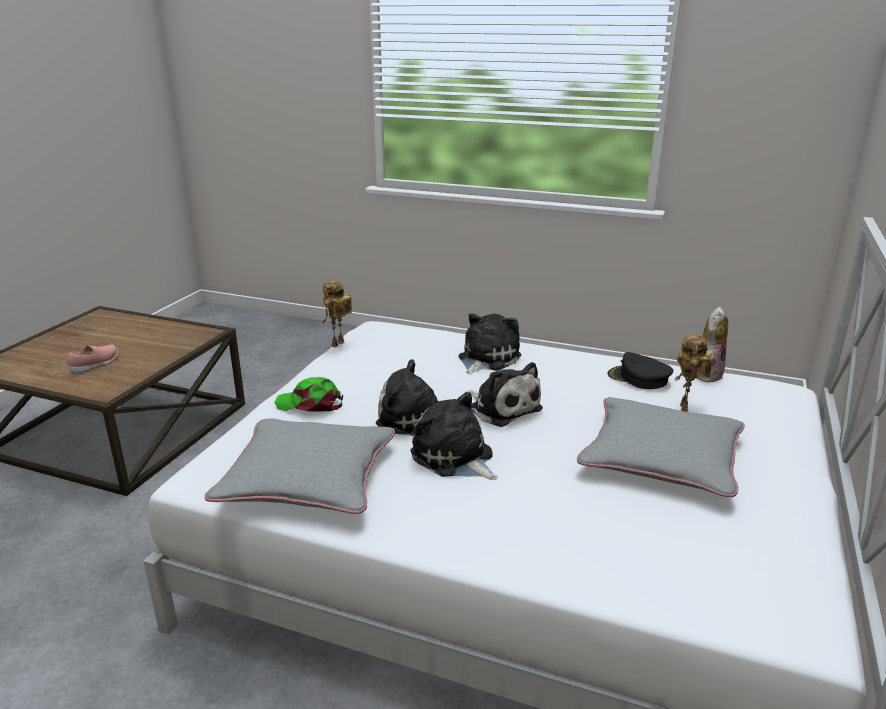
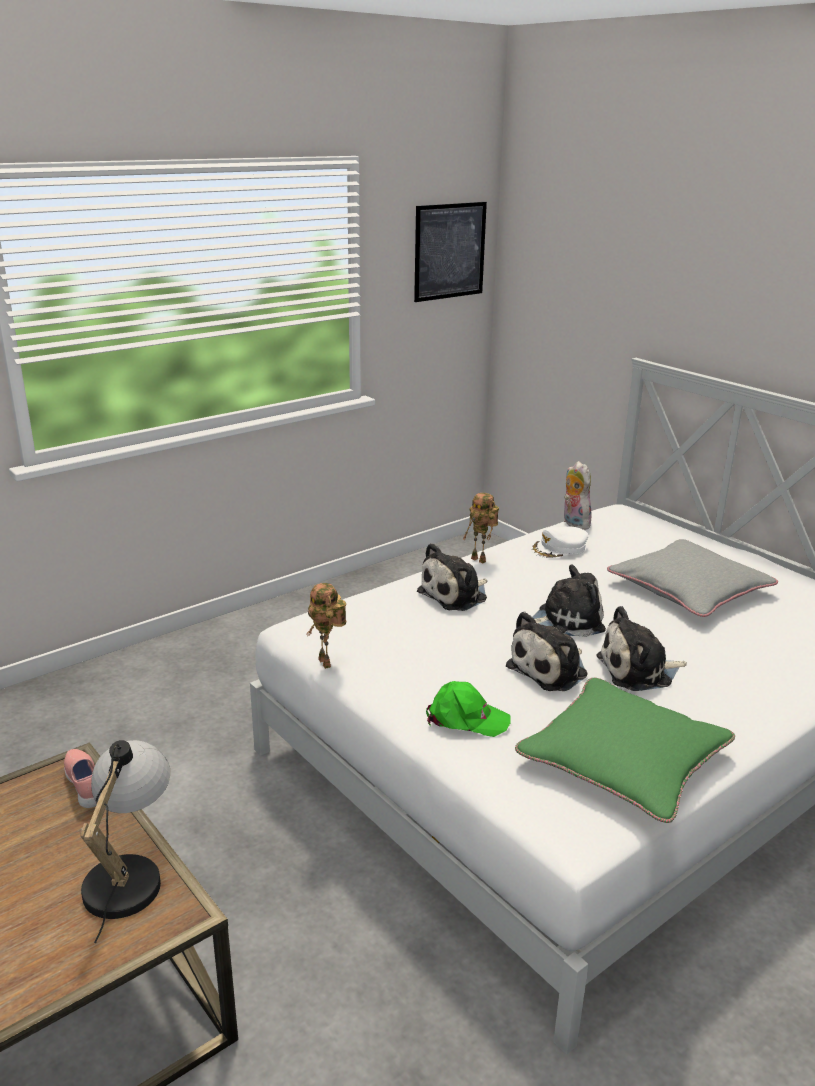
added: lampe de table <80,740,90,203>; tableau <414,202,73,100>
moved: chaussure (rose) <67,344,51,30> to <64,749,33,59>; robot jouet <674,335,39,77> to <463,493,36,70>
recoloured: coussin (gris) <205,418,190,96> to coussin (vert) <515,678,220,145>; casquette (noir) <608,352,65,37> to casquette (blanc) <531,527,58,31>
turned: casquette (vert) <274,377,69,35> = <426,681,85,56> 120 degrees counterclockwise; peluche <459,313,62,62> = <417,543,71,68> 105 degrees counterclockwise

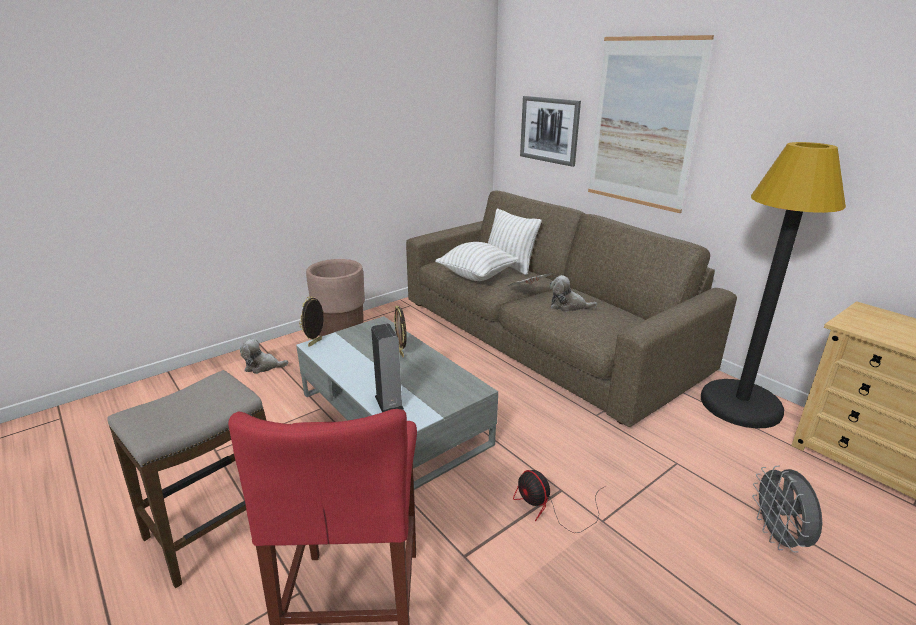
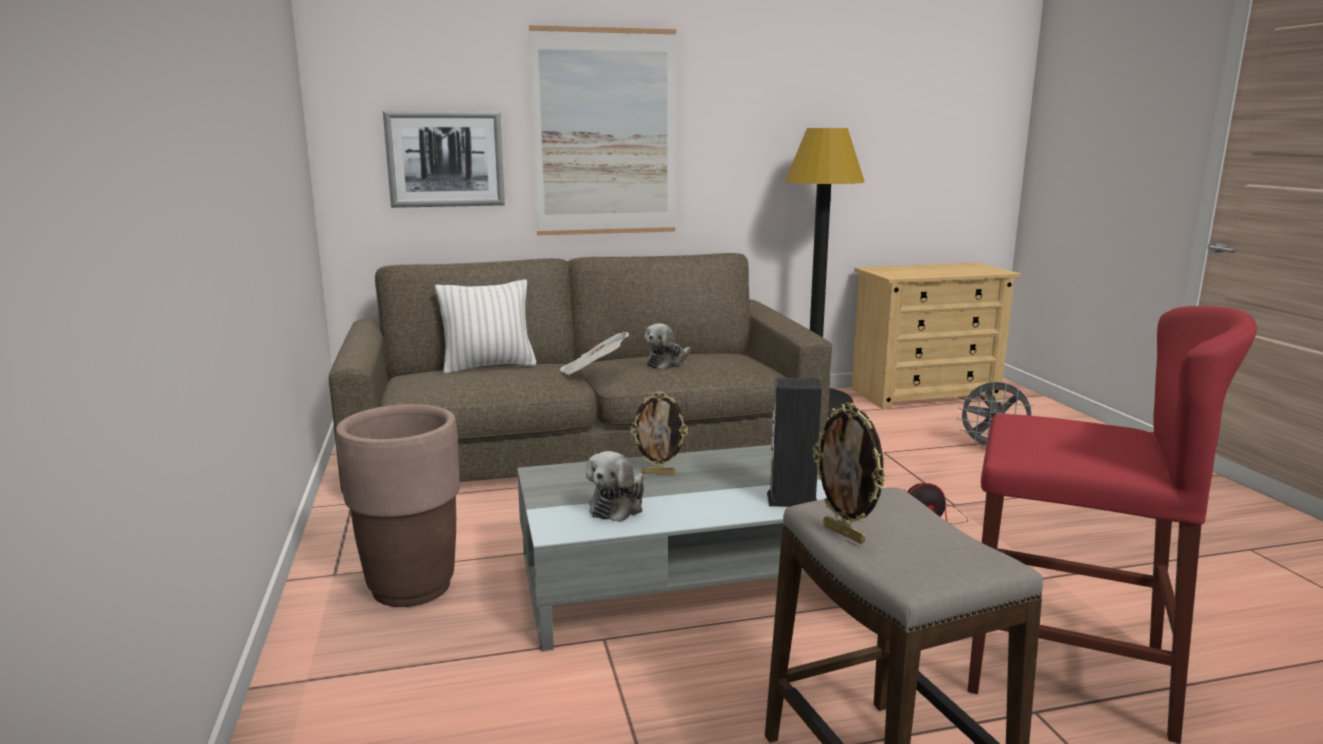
removed: coussin (blanc) <435,242,84,39>
moved: peluche <240,339,48,35> to <586,451,58,71>; cadre photo <299,296,25,51> to <813,402,73,142>

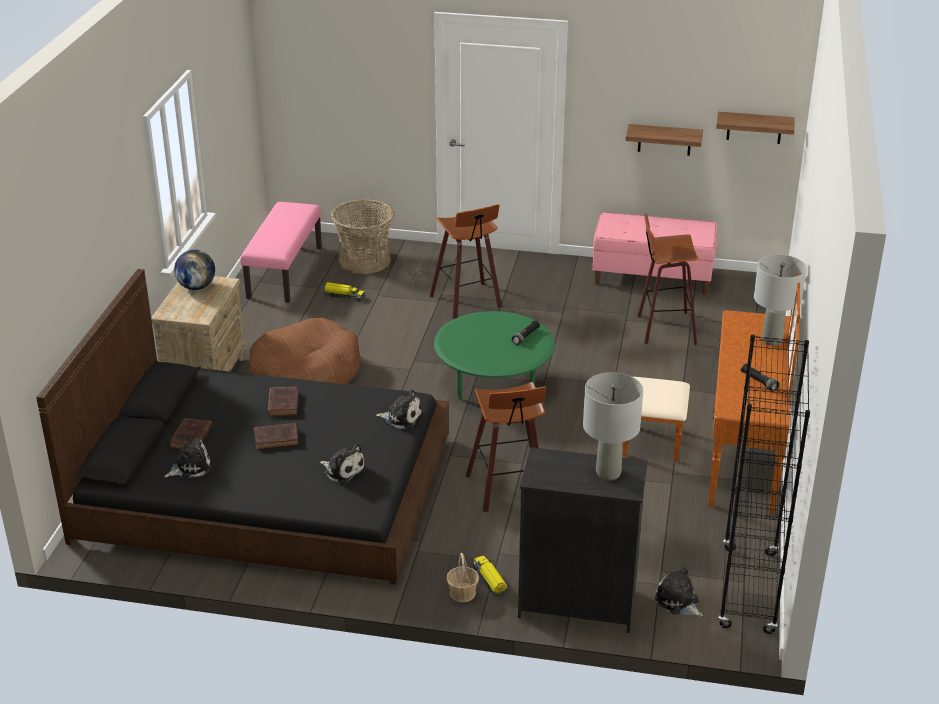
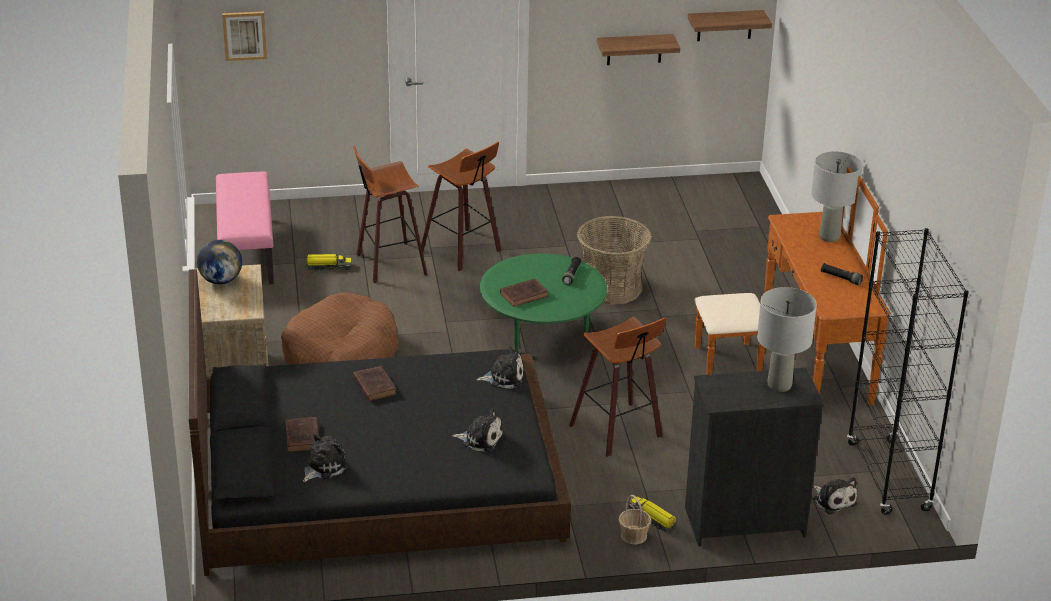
removed: banc (rose) <593,212,124,83>
added: tableau <222,11,45,50>
moved: livre (marron) <254,423,44,26> to <500,279,48,28>; panier <331,199,64,75> to <577,216,75,89>; tabouret <637,213,62,132> to <353,146,75,137>
turned: peluche <654,567,49,50> = <813,477,44,38> 150 degrees counterclockwise

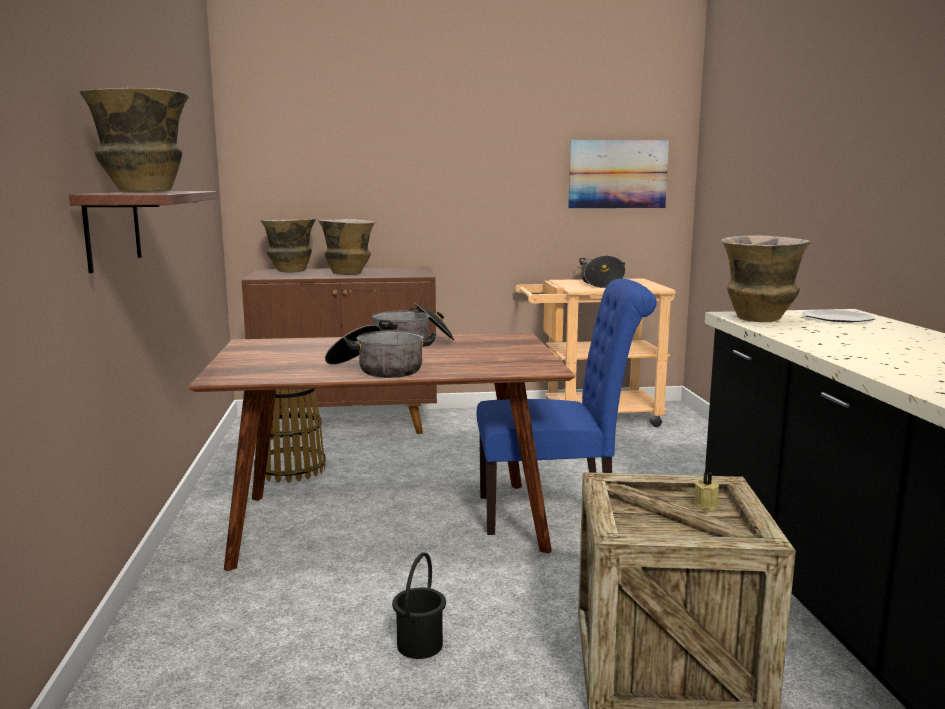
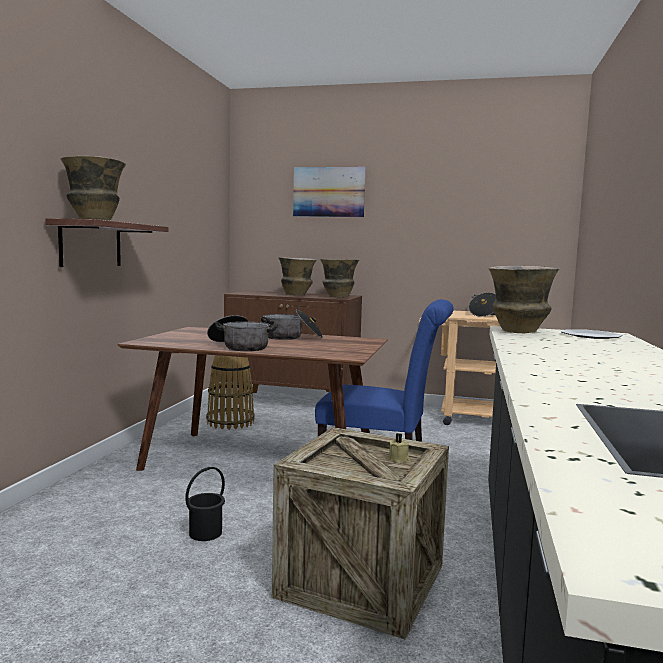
moved: vase <261,219,55,53> to <320,259,39,38>; tableau <568,140,101,69> to <293,167,73,50>

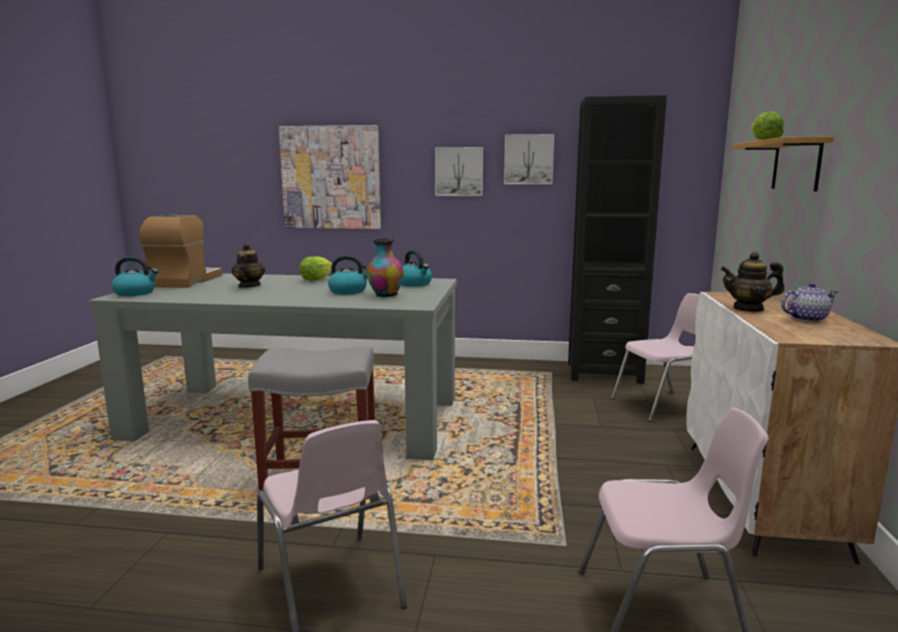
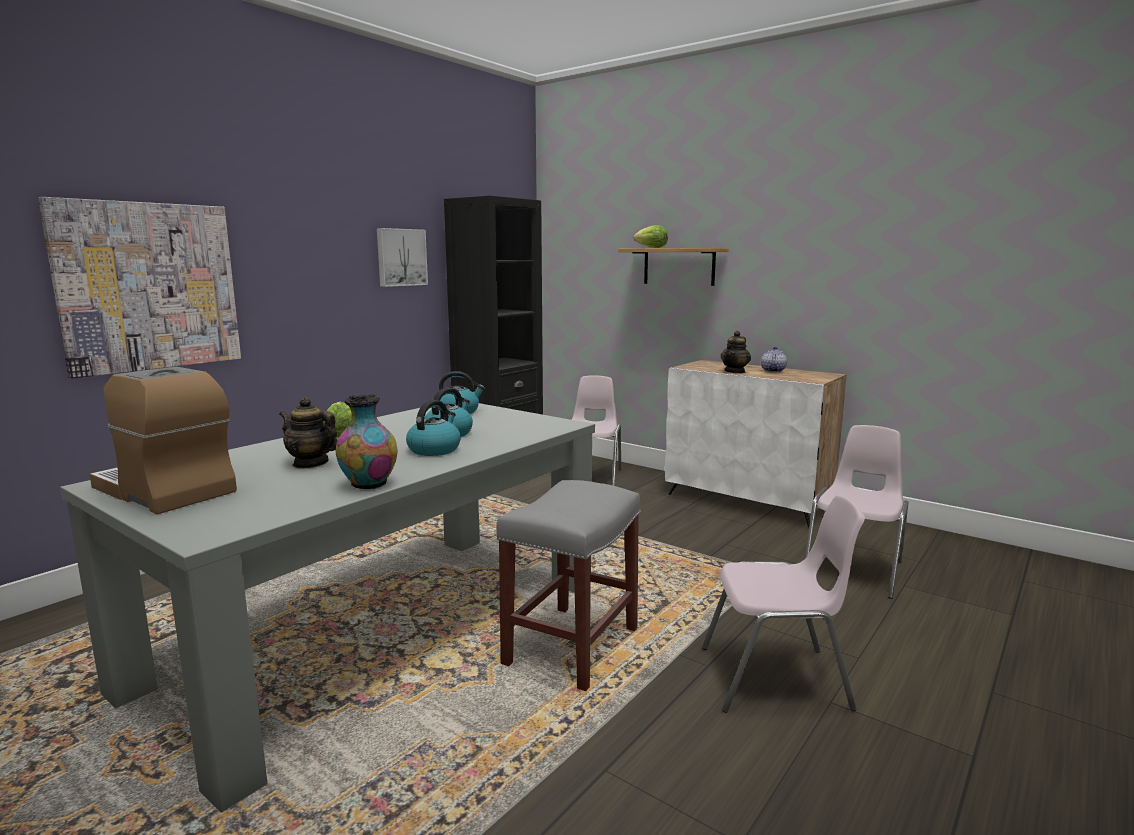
removed: tableau <435,147,48,49>
moved: bouilloire <112,256,46,40> to <406,400,55,56>; vase <367,238,37,59> to <336,394,61,95>

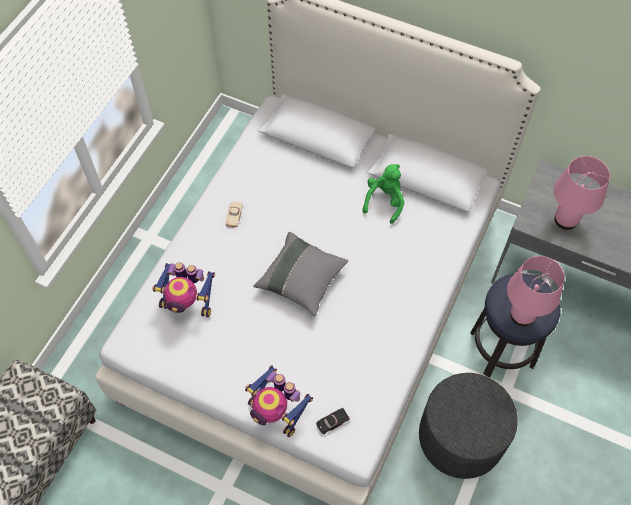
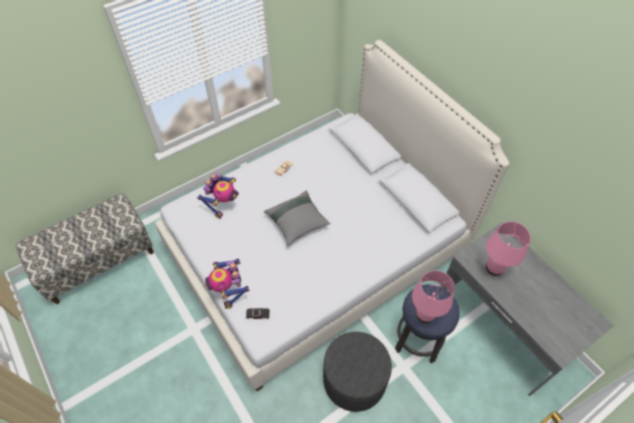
removed: peluche (vert) <362,164,42,60>
turned: robot jouet <152,262,63,55> = <197,173,42,46> 105 degrees counterclockwise

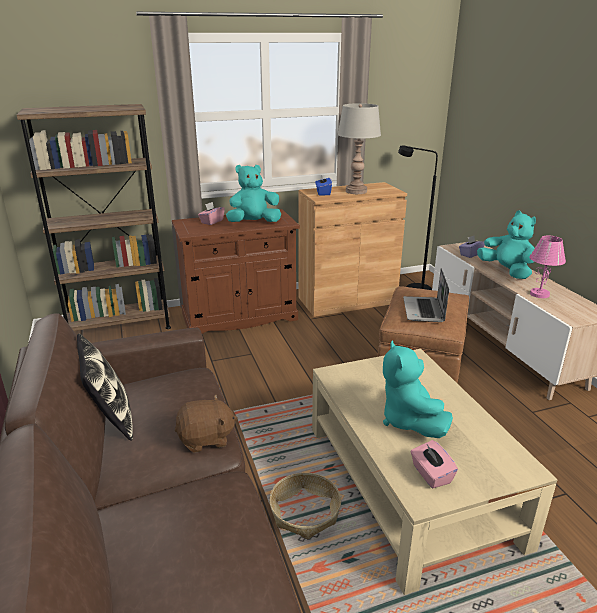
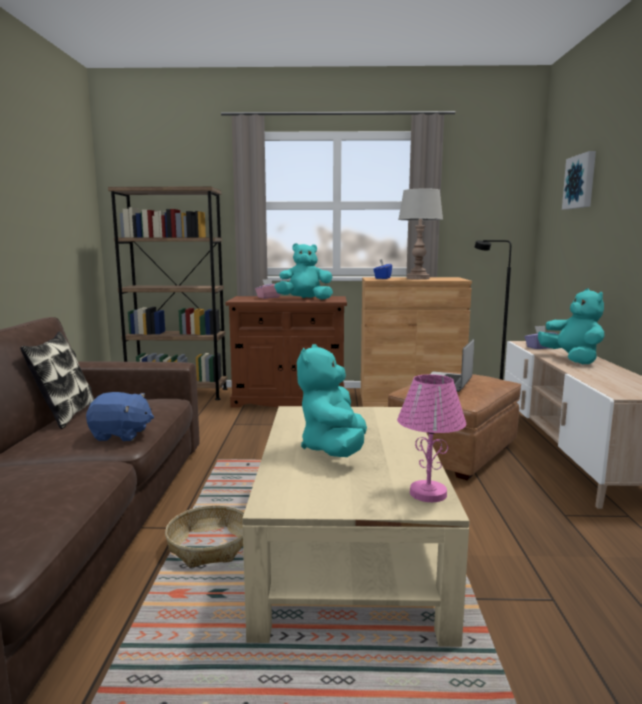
removed: boîte à mouchoirs (rose) <410,440,48,48>
added: tableau <562,151,34,59>
moved: lampe de table (rose) <529,236,37,62> to <397,374,69,128>
recoloured: peluche (marron) <175,395,63,58> to peluche (bleu) <86,392,68,49>

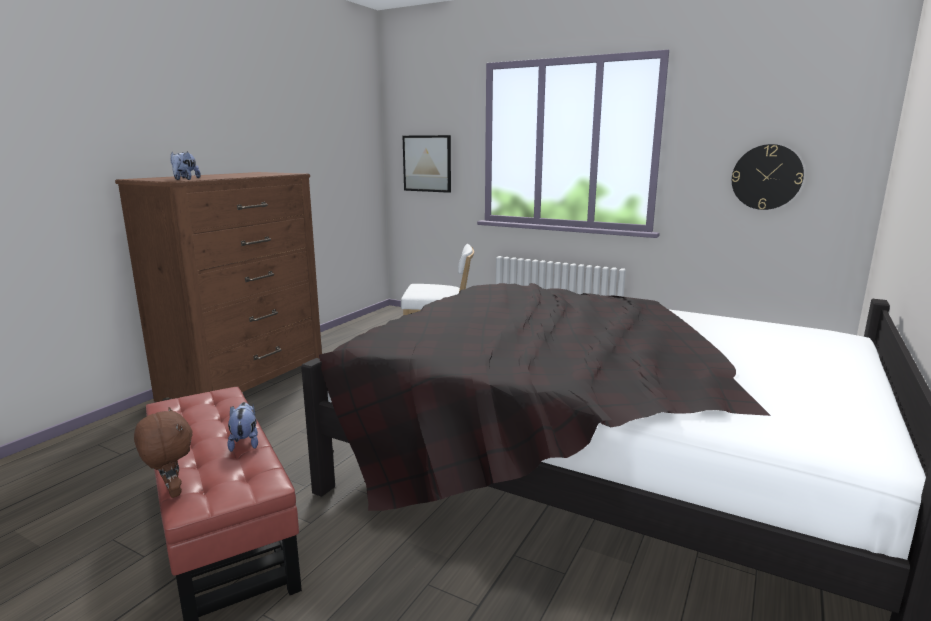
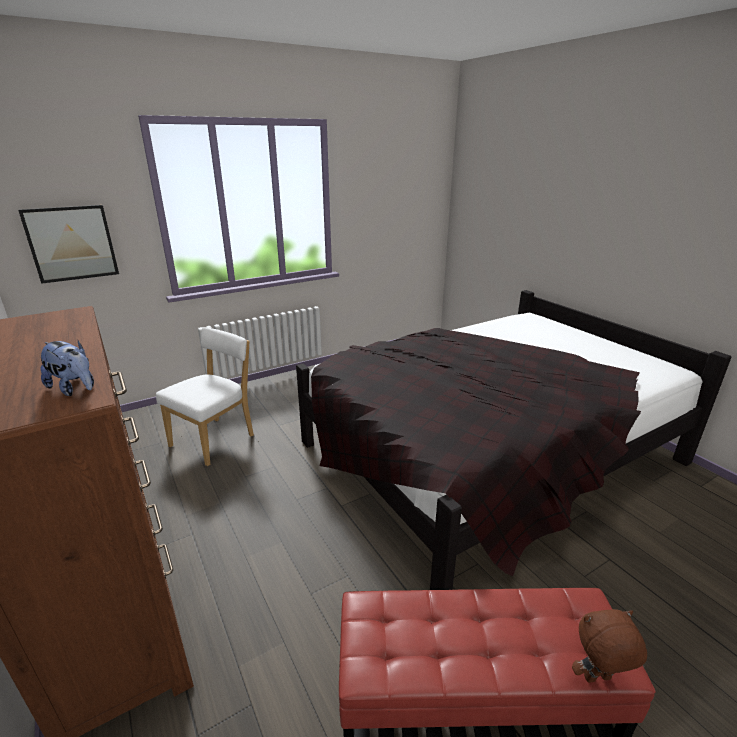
removed: peluche <227,402,31,50>; horloge murale <732,144,72,66>

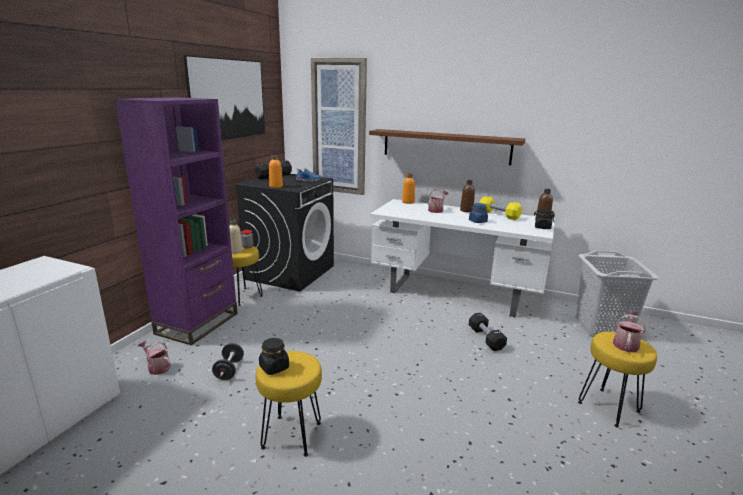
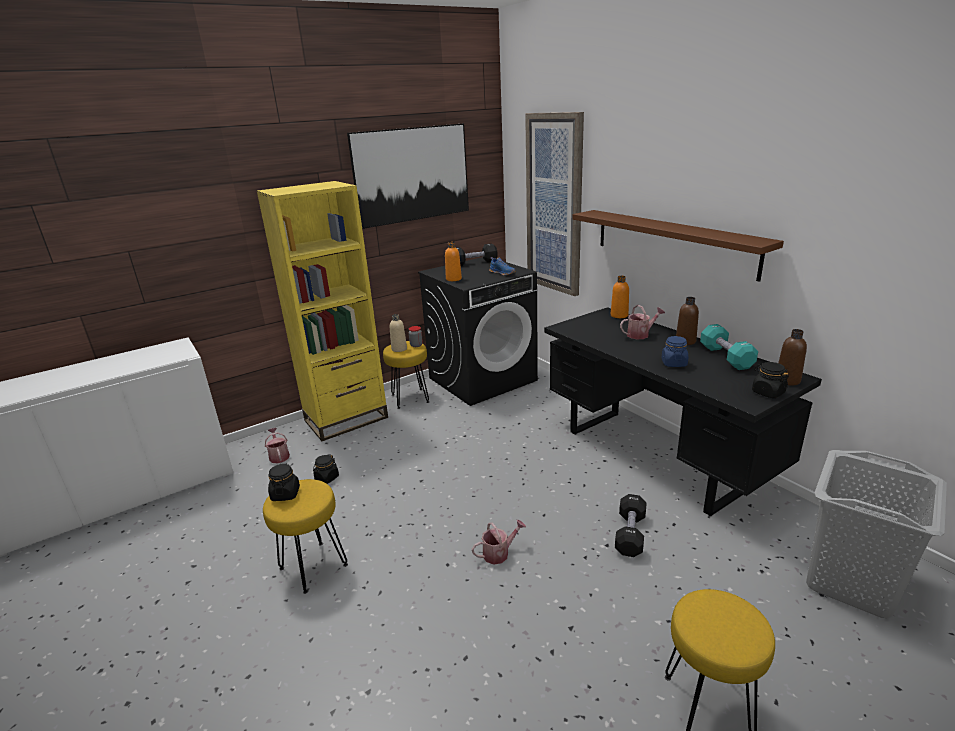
moved: arrosoir <613,311,33,41> to <472,520,54,45>
replaced: haltère (noir) <212,343,32,37> to bocal (noir) <313,454,26,30>
recoloured: bibliothèque (violet) <115,97,123,248> to bibliothèque (jaune) <257,181,131,260>; bureau (blanc) <370,199,185,118> to bureau (noir) <544,307,278,210>; haltère (jaune) <479,196,43,24> to haltère (turquoise) <700,324,58,46>

